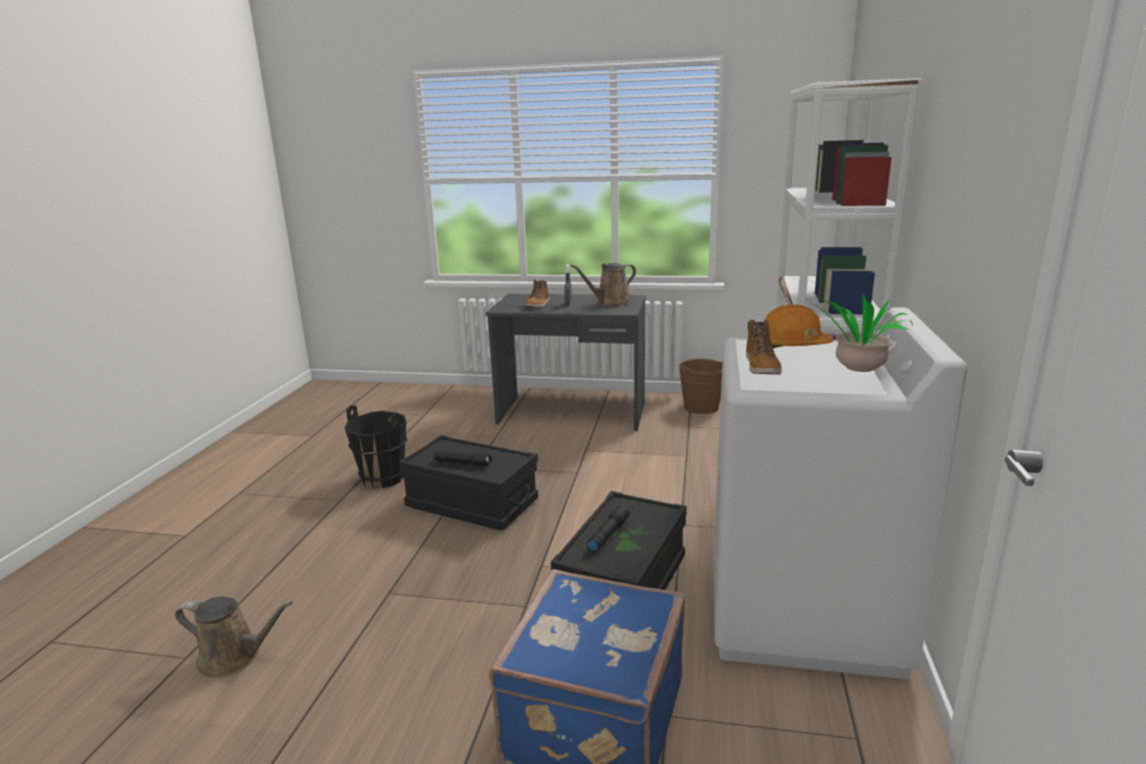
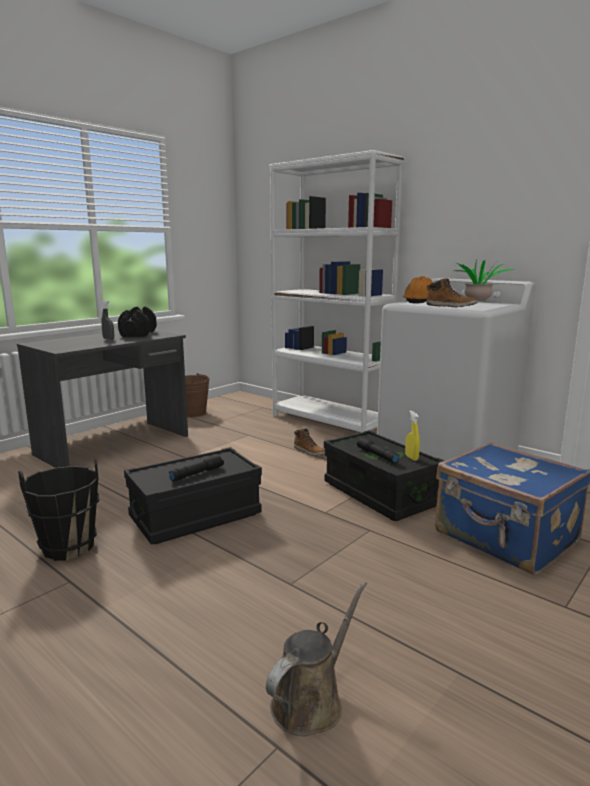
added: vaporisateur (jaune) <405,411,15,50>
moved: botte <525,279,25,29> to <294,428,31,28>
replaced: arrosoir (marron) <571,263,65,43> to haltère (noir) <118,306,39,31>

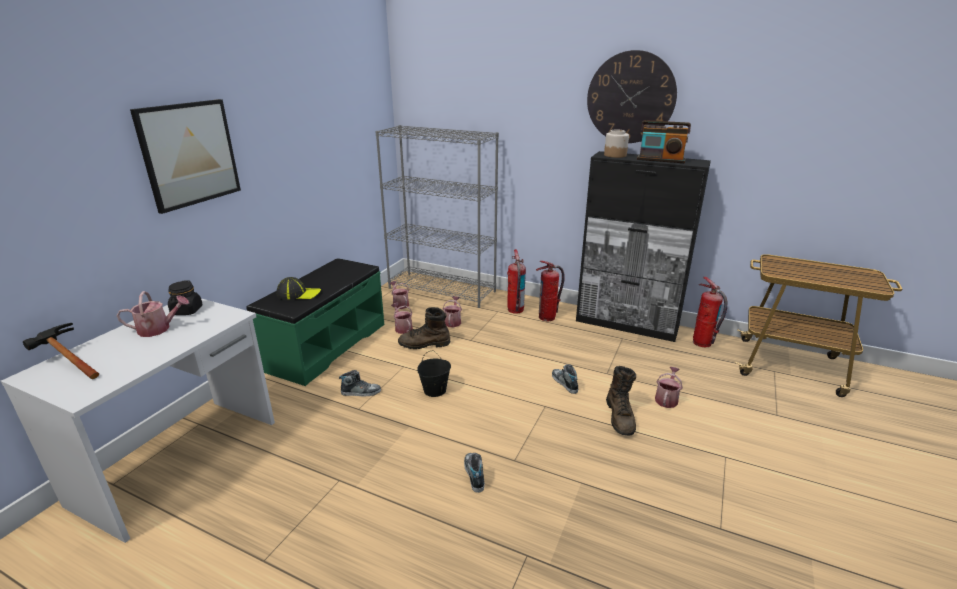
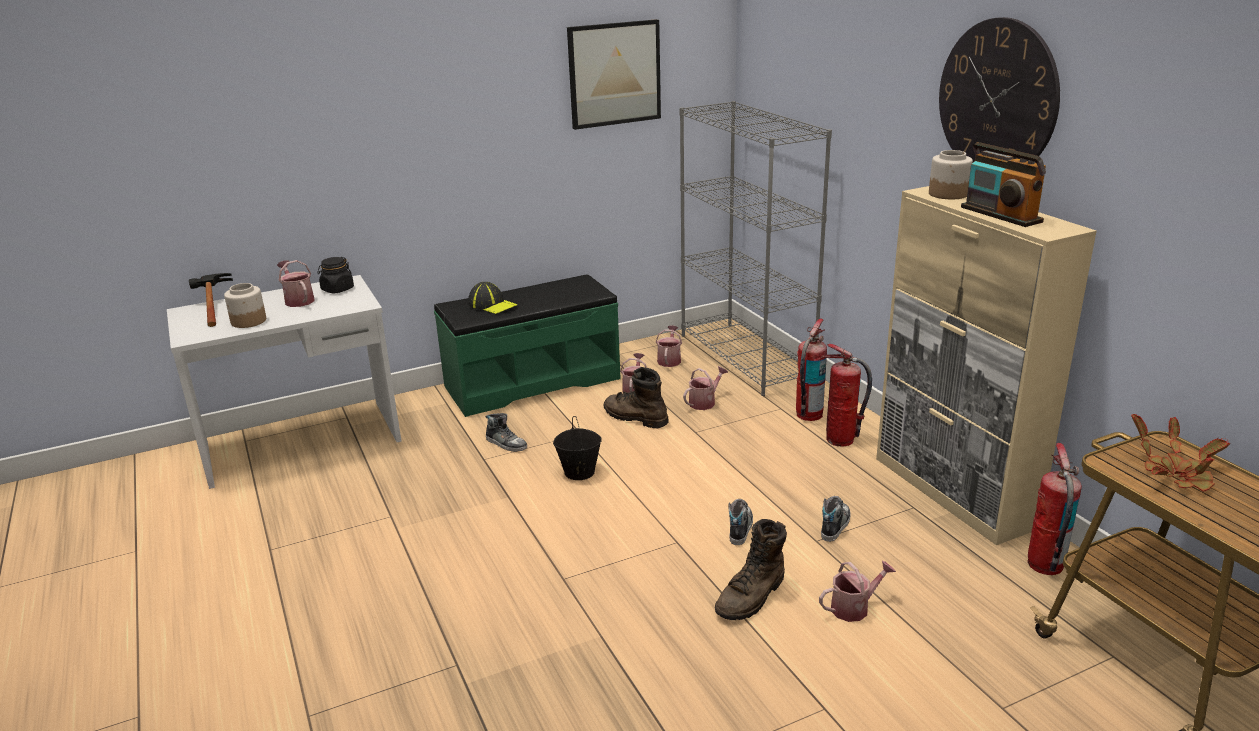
added: bocal <224,283,42,45>; plante en pot <1131,414,99,78>
moved: tableau <130,99,111,115> to <567,19,94,111>; chaussure <464,453,21,40> to <821,496,30,46>
recoloured: meuble de rangement (noir) <576,151,135,191> to meuble de rangement (beige) <876,186,221,359>
turned: arrosoir <117,291,72,46> = <277,260,37,47> 150 degrees counterclockwise

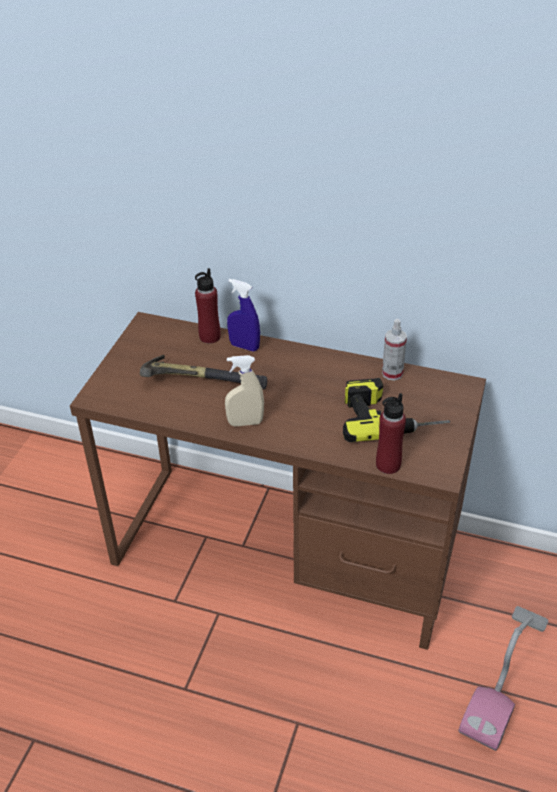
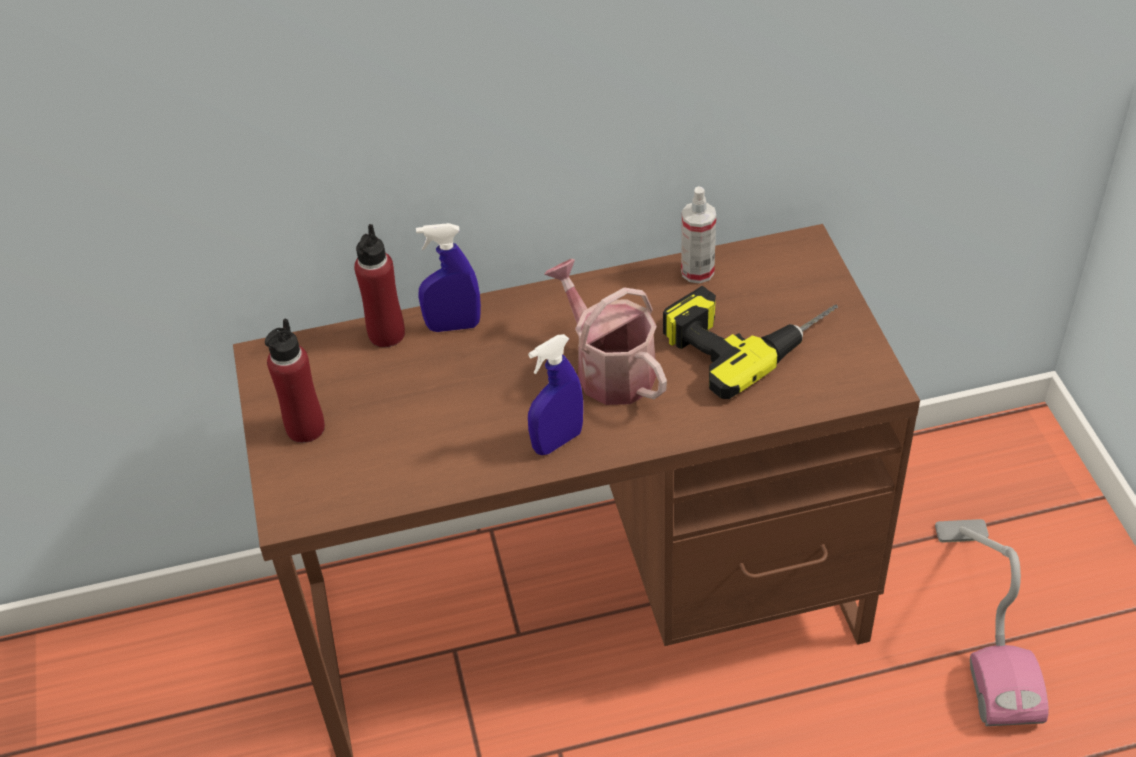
removed: marteau <140,355,127,34>
added: arrosoir <544,259,123,146>
moved: bouteille (rouge) <376,393,30,81> to <265,319,60,124>
recoloured: vaporisateur (beige) <225,355,39,71> to vaporisateur (bleu) <528,334,55,121>

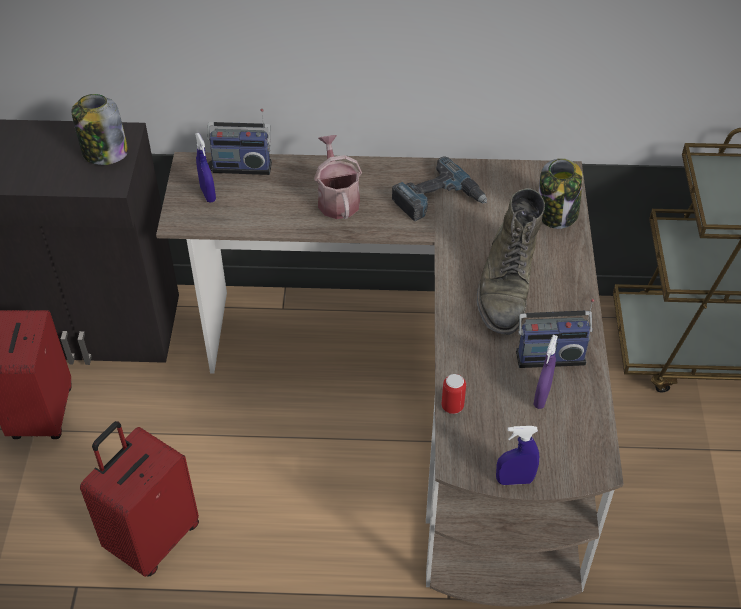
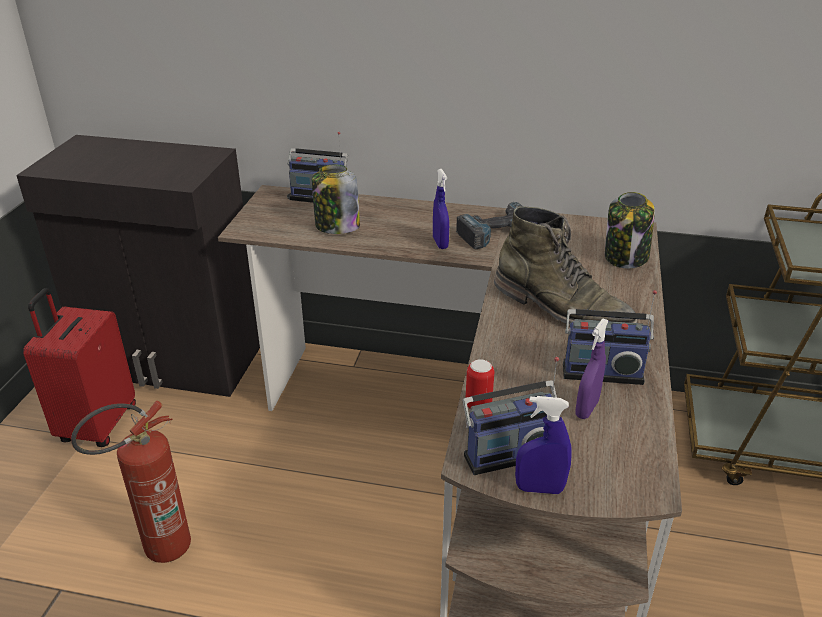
removed: arrosoir <314,135,48,84>
added: radio <462,357,97,118>
moved: bocal <71,94,57,71> to <312,165,48,69>; vaporisateur (bleu) <195,133,21,70> to <433,169,16,80>
replaced: valise (rouge) <80,421,119,156> to extincteur <71,401,120,162>
turned: botte (vert) <477,188,68,147> = <494,207,144,118> 75 degrees counterclockwise

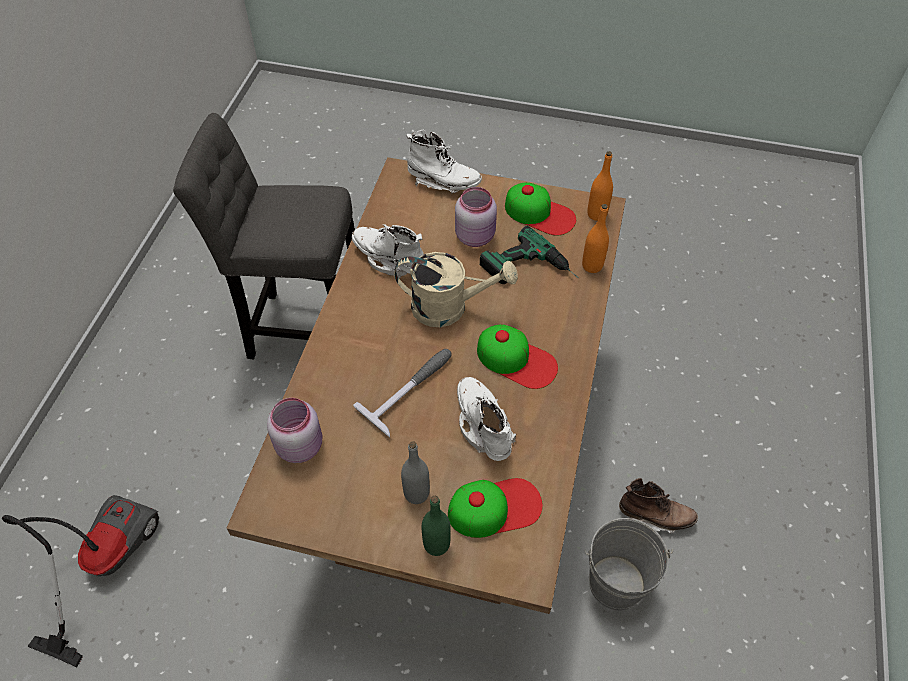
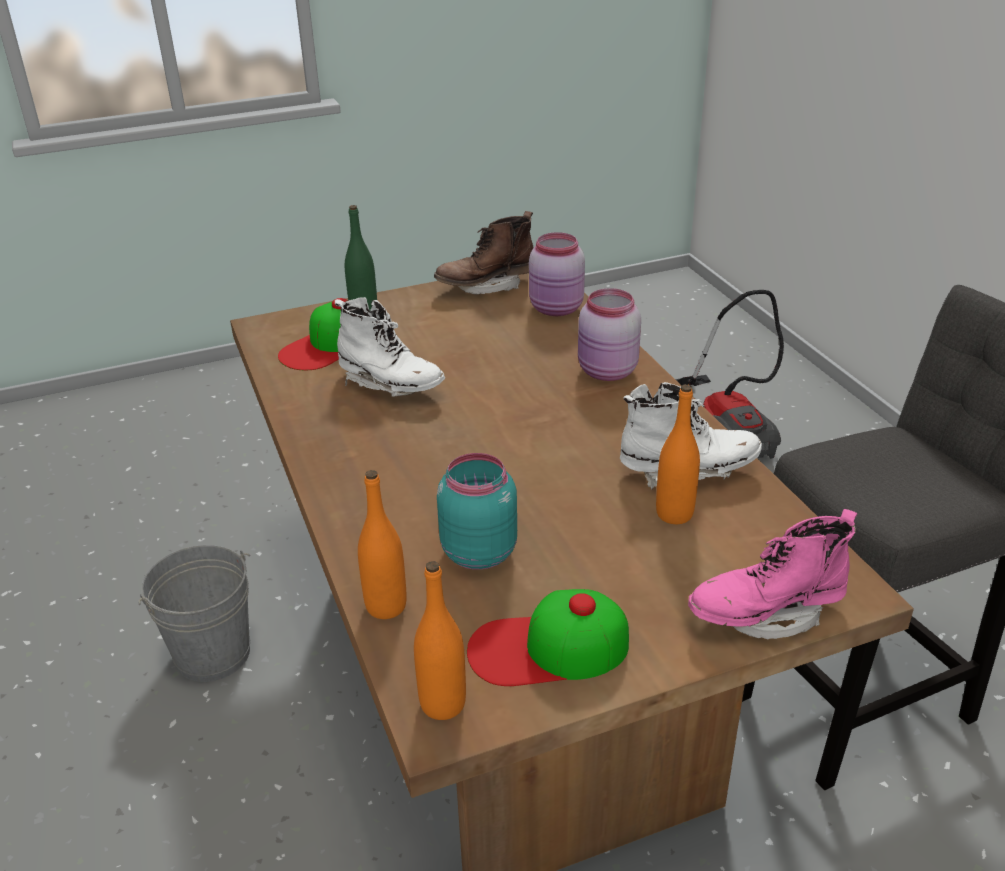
removed: marteau <353,349,99,88>; arrosoir (beige) <394,252,124,75>; bouteille (gris) <401,441,29,63>; casquette <477,324,81,65>
added: bouteille (orange) <656,384,44,140>
moved: bocal (rose) <455,187,42,60> to <578,288,63,93>; botte (marron) <619,478,79,56> to <434,211,100,84>
replaced: perceuse <480,226,98,58> to bocal (turquoise) <437,453,80,117>
recoloured: botte (blanc) <406,130,76,63> to botte (rose) <688,509,169,130>

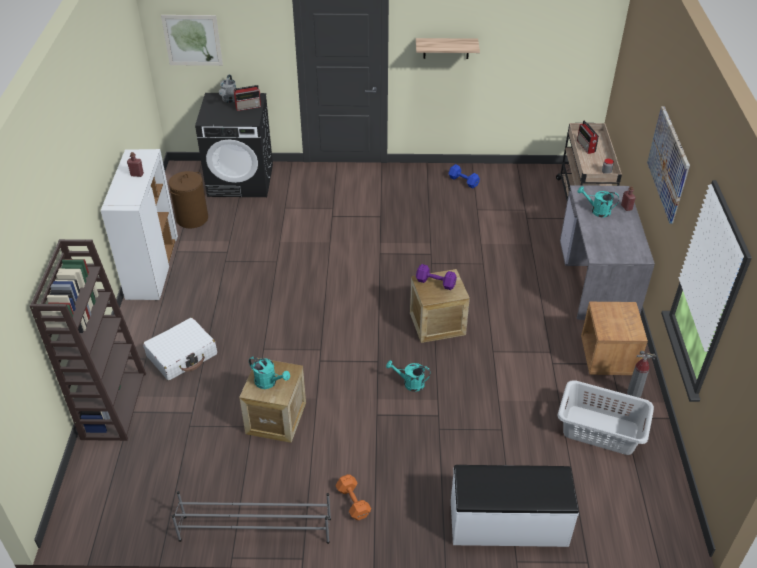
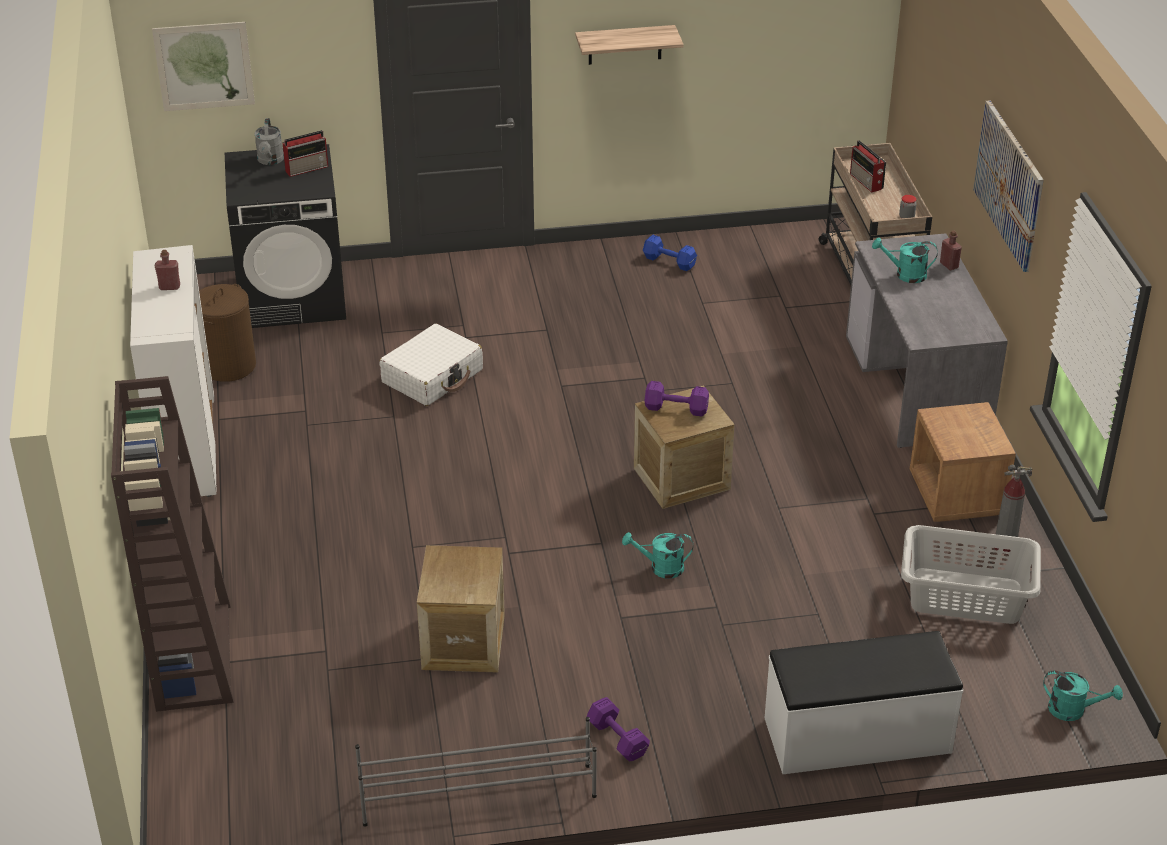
moved: valise (blanc) <143,318,74,62> to <379,324,104,82>; arrosoir (turquoise) <249,357,41,32> to <1043,671,80,50>
recoloured: haltère (orange) <336,474,35,46> to haltère (violet) <587,697,63,65>

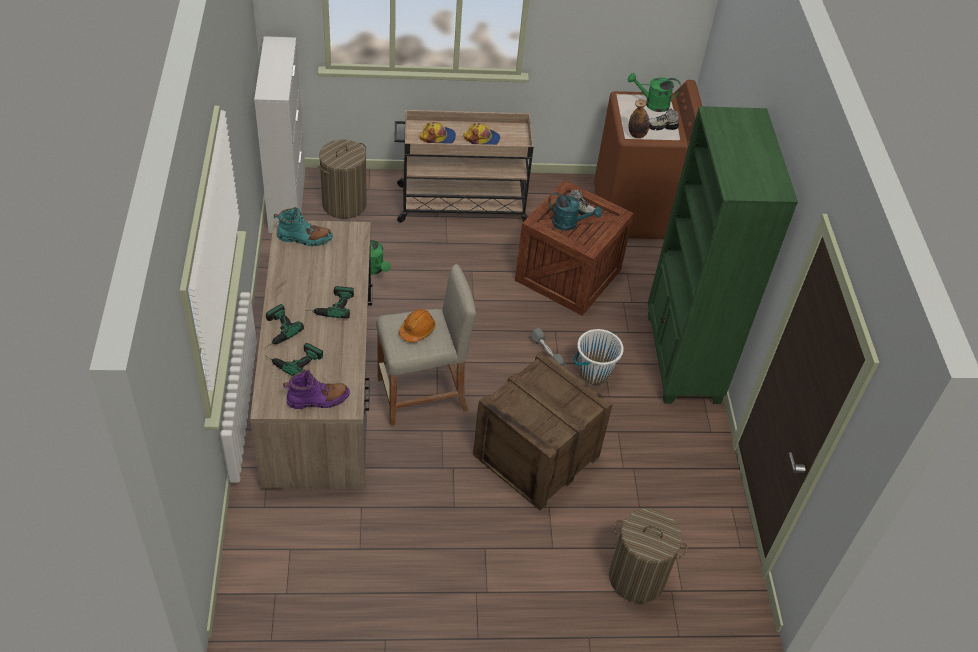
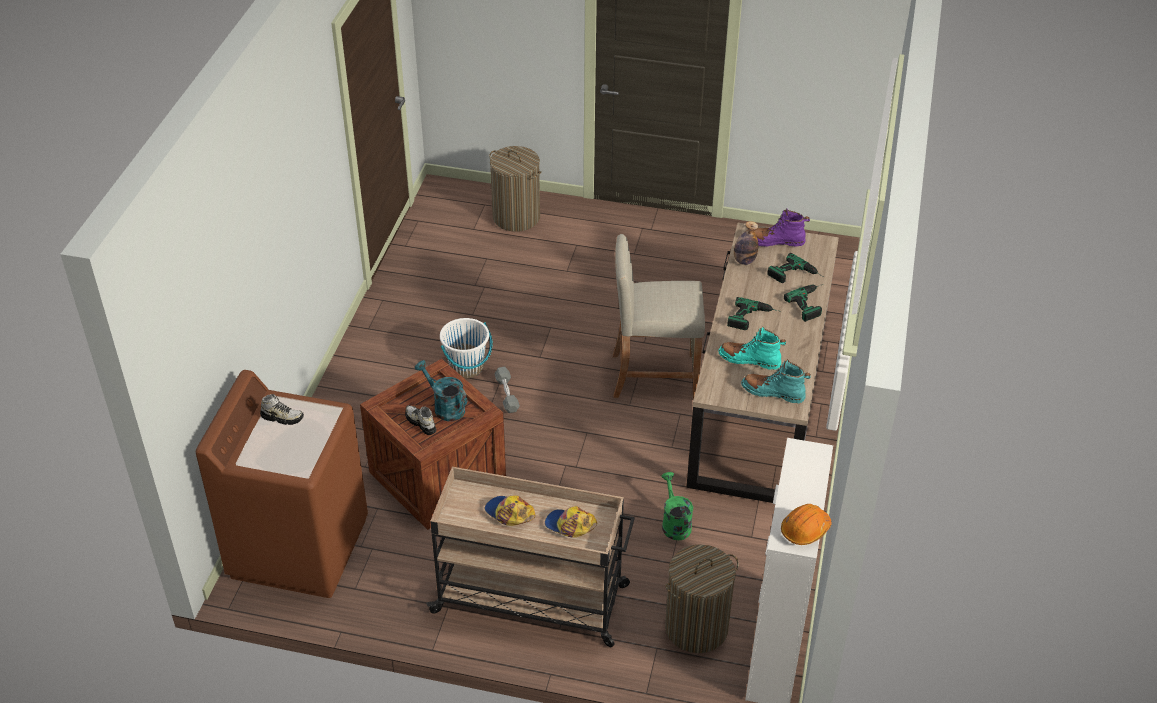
removed: caisse <473,351,139,160>; arrosoir (vert) <627,73,54,39>; bibliothèque (vert) <648,106,150,298>
added: botte (turquoise) <718,327,68,43>
moved: casque de chantier (orange) <399,309,37,34> to <781,504,50,41>; bouteille <629,99,20,39> to <734,221,24,44>

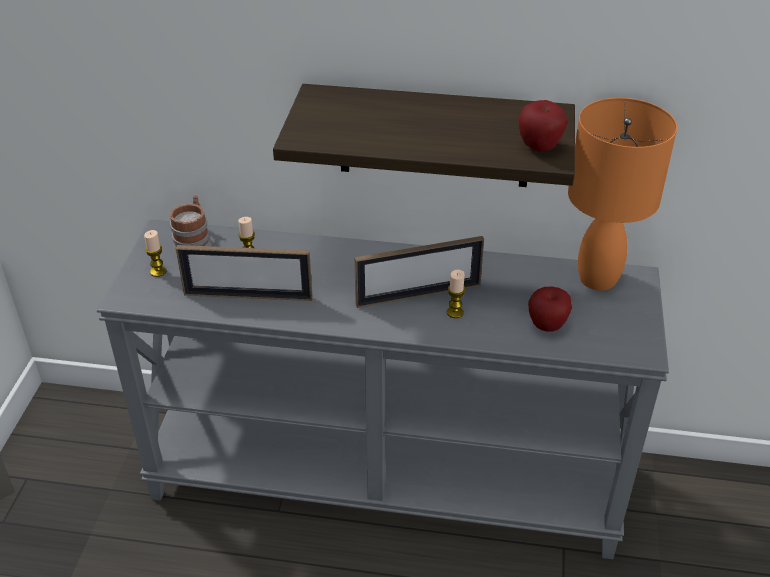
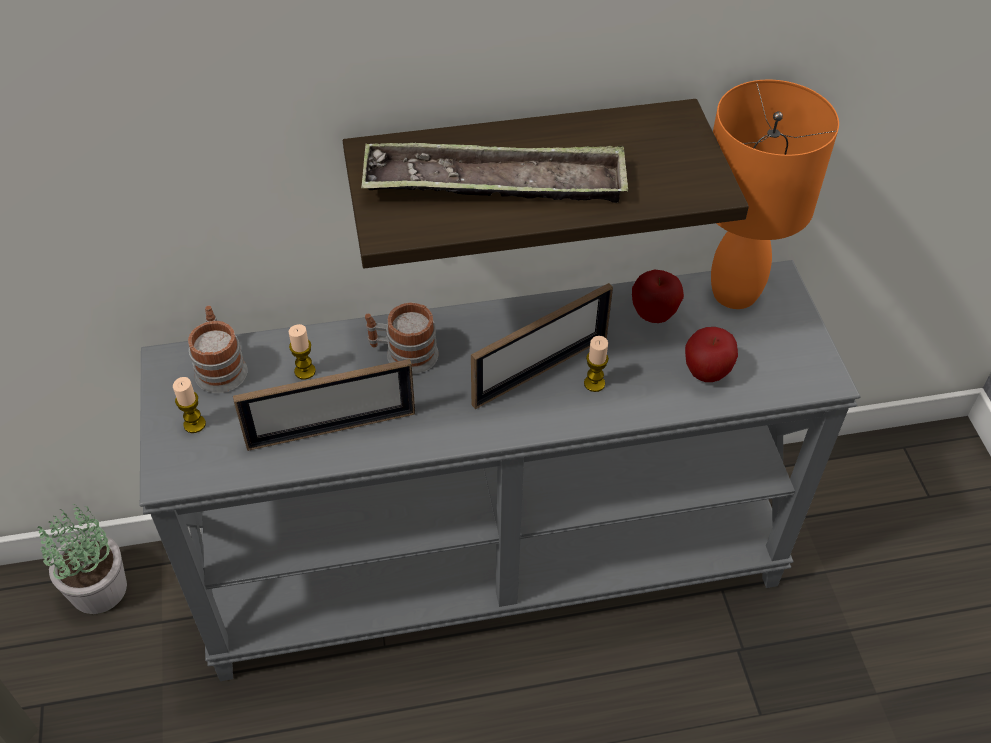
added: plante en pot <37,504,90,110>; plateau <361,142,267,61>; mug <365,302,74,72>
moved: pomme <518,100,50,51> to <632,270,52,53>

